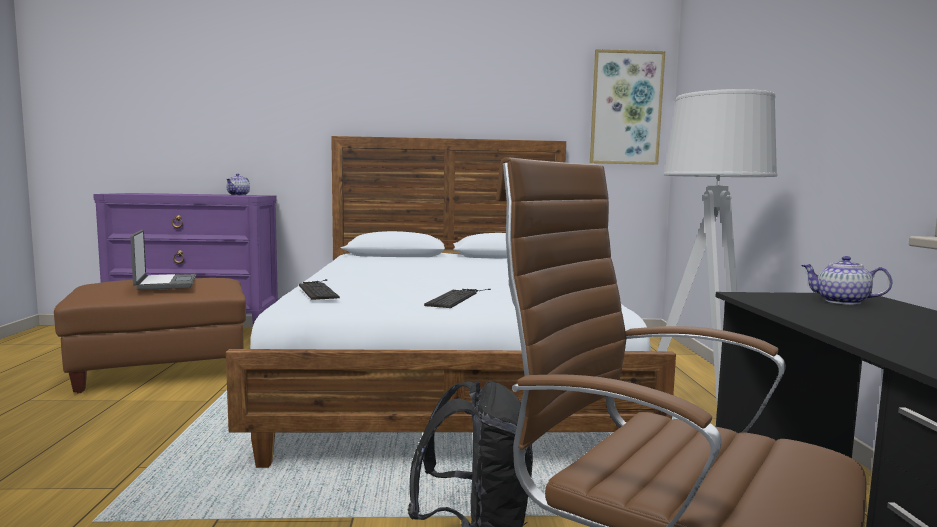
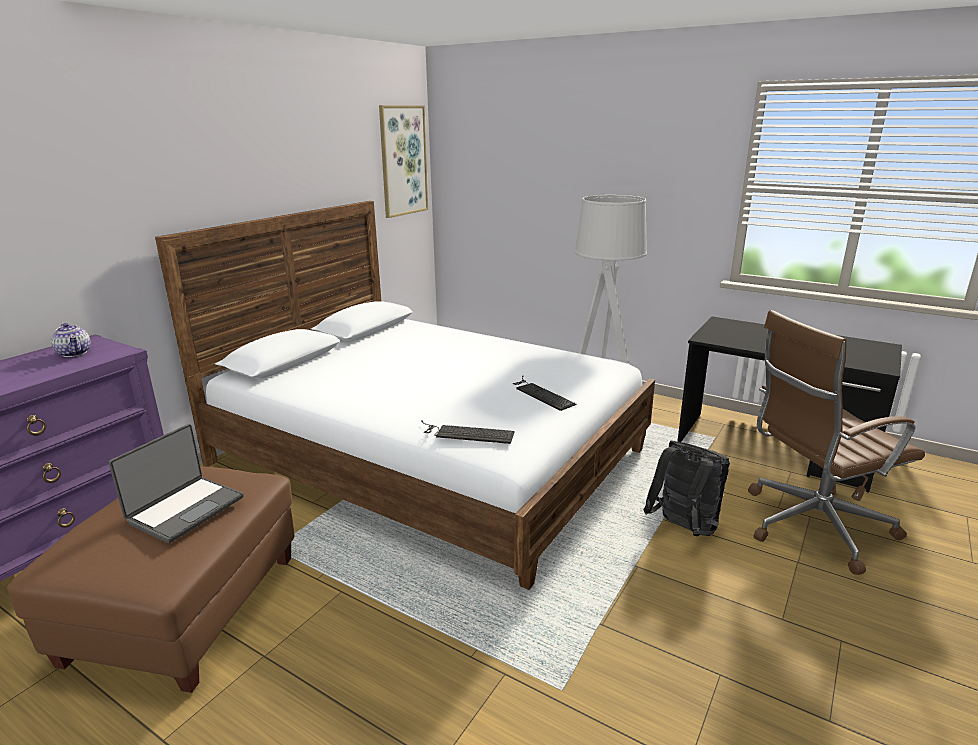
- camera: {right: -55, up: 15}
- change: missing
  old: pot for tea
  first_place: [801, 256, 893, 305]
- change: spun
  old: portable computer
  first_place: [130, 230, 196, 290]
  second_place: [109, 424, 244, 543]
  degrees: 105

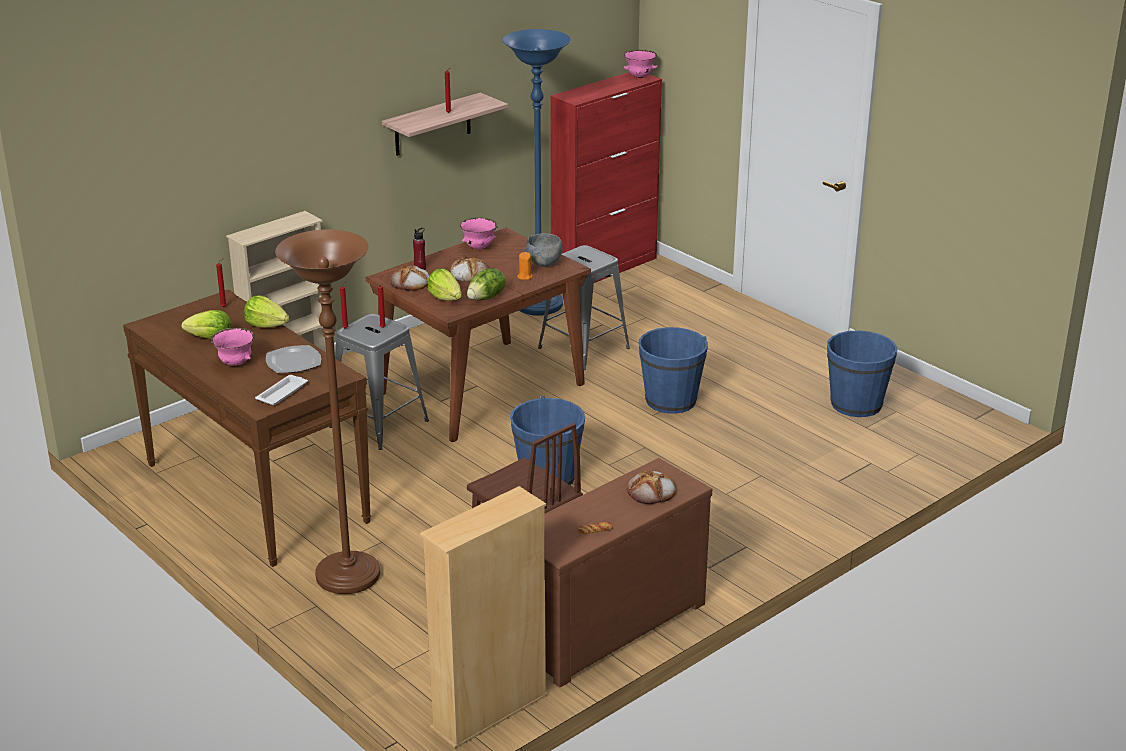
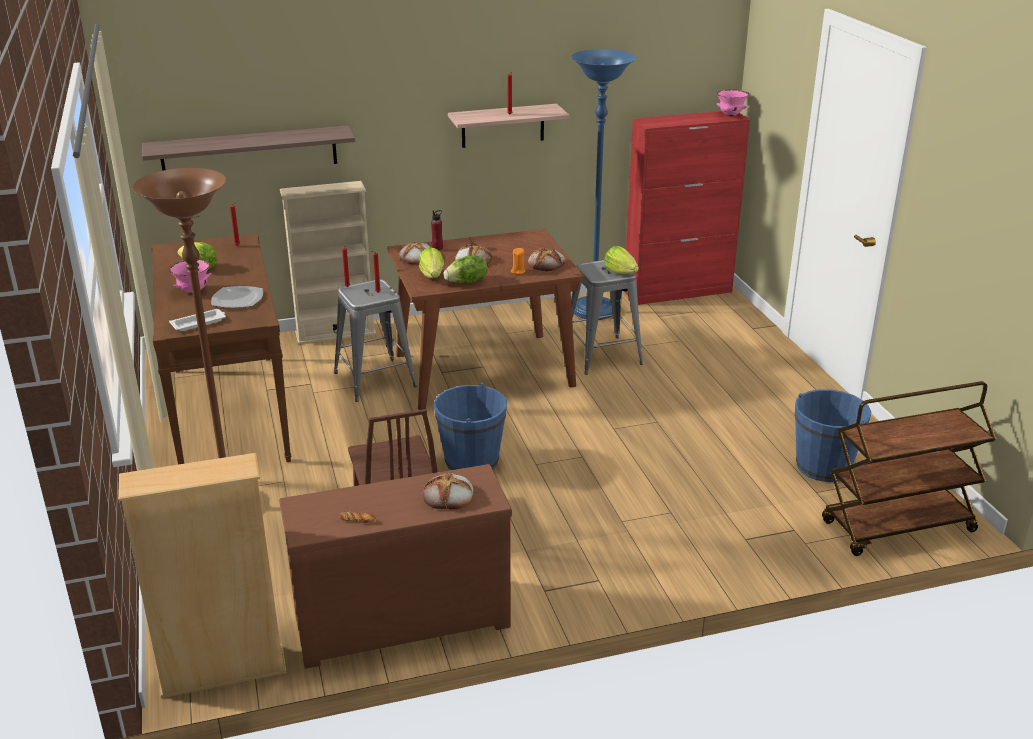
- camera: {right: 25, up: 0}
- change: missing
  old: bowl in pink-coloured
  first_place: [460, 218, 498, 250]
- change: missing
  old: pail in blue-coloured
  first_place: [639, 327, 708, 414]
- change: appeared
  new: wall shelf
  second_place: [142, 126, 355, 171]
- change: appeared
  new: cart in brownish
  second_place: [822, 381, 996, 556]
- change: relocated
  old: head of lettuce
  first_place: [244, 295, 289, 328]
  second_place: [605, 246, 639, 274]
- change: exchanged
  old: bowl in grey
  new: bread
  first_place: [526, 233, 563, 267]
  second_place: [528, 248, 565, 271]

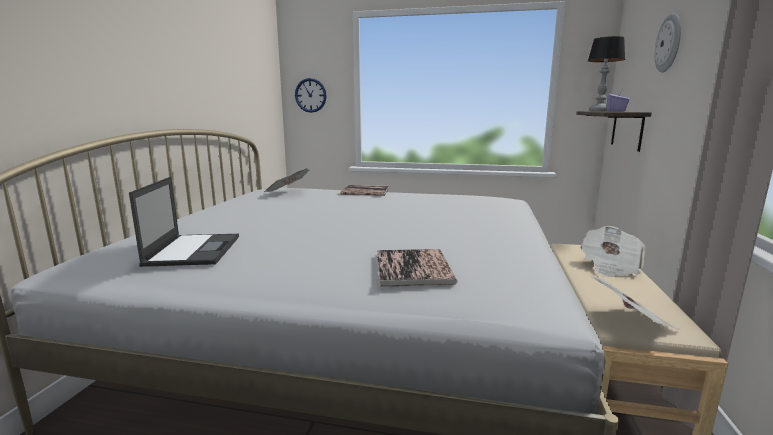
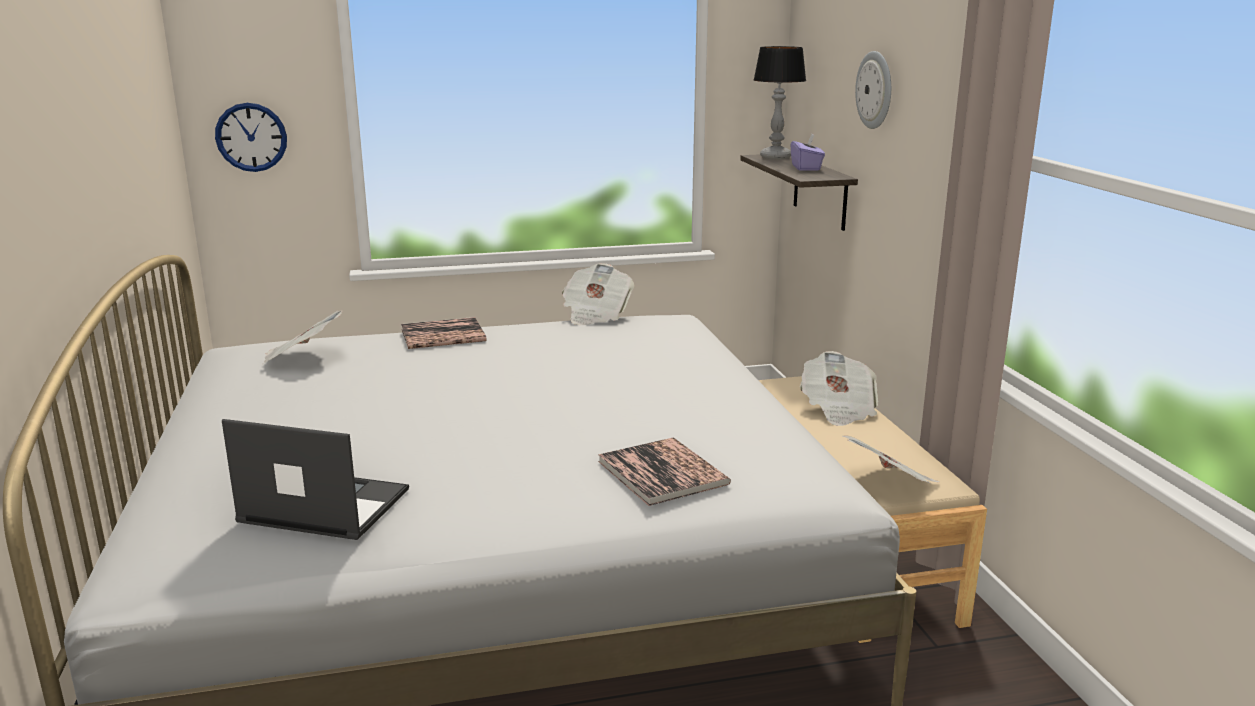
- camera: {right: -25, up: 5}
- change: appeared
  new: newspaper
  second_place: [562, 263, 634, 325]
- change: spun
  old: portable computer
  first_place: [129, 177, 239, 267]
  second_place: [222, 419, 409, 540]
  degrees: -45

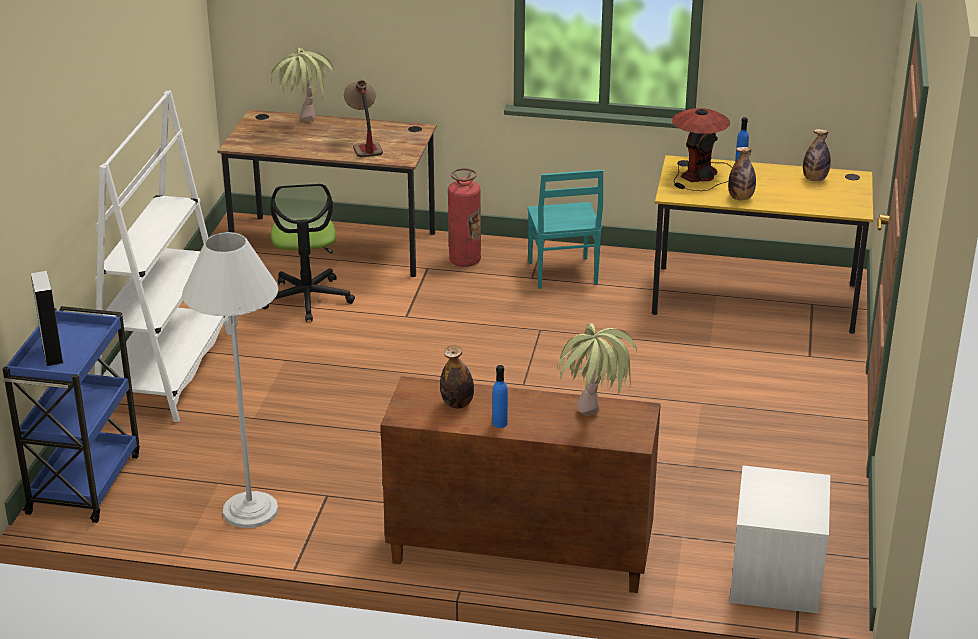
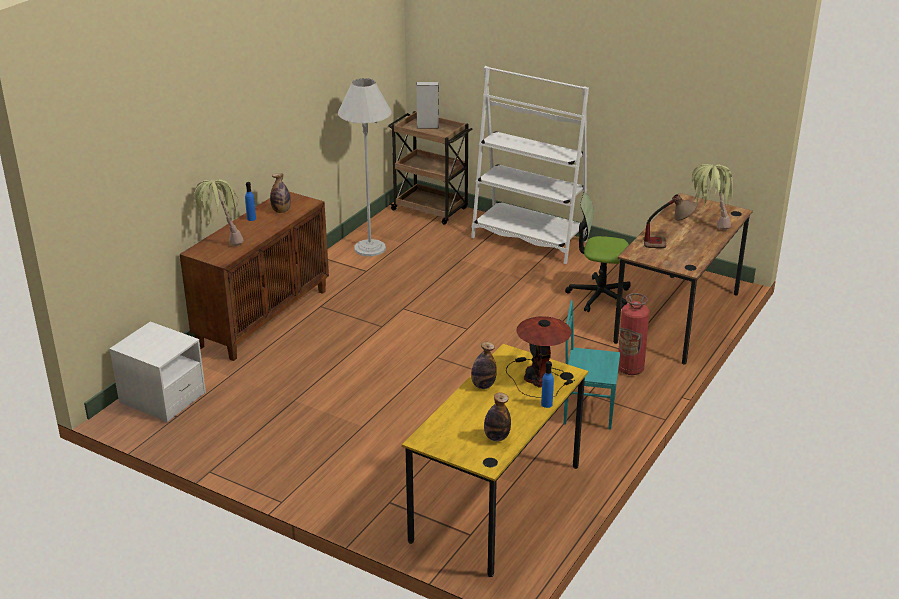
- camera: {right: 110, up: 0}
- change: colour
  old: cart in blue-coloured
  new: cart in brownish
  first_place: [2, 306, 140, 523]
  second_place: [388, 111, 472, 225]

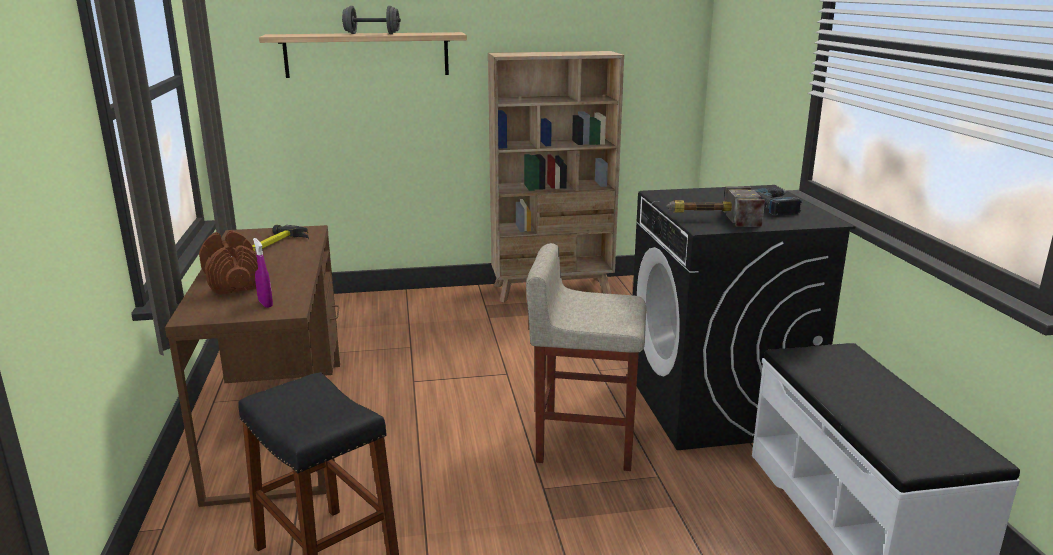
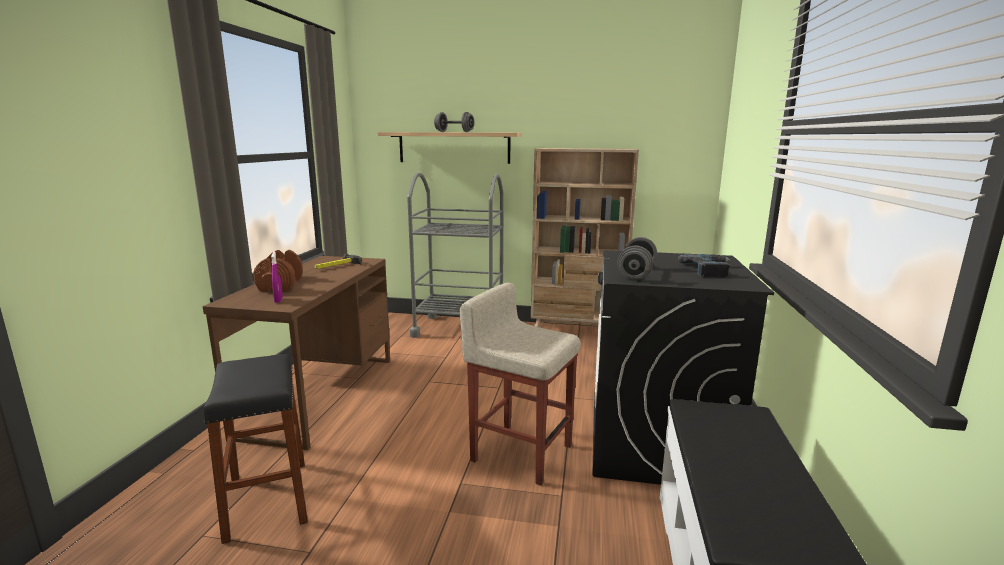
- camera: {right: 20, up: -5}
- change: appeared
  new: cart in grey
  second_place: [407, 172, 504, 338]
- change: exchanged
  old: hand hammer
  new: free weight in grey
  first_place: [667, 187, 765, 227]
  second_place: [618, 237, 657, 280]

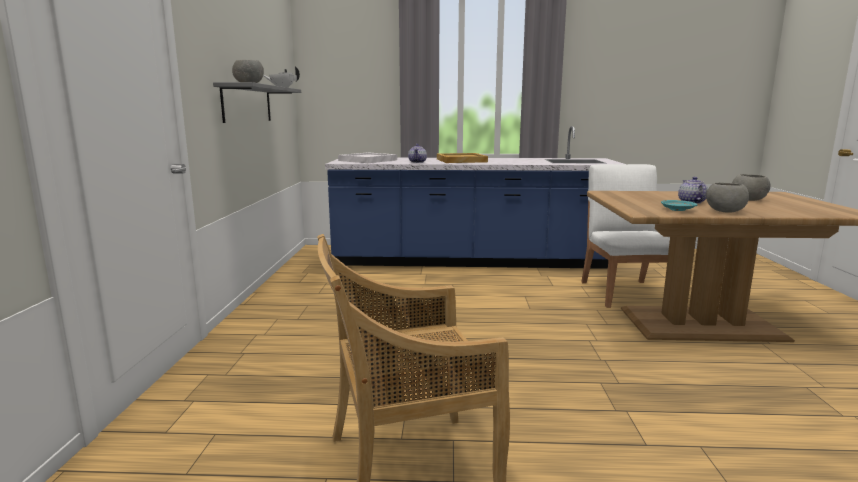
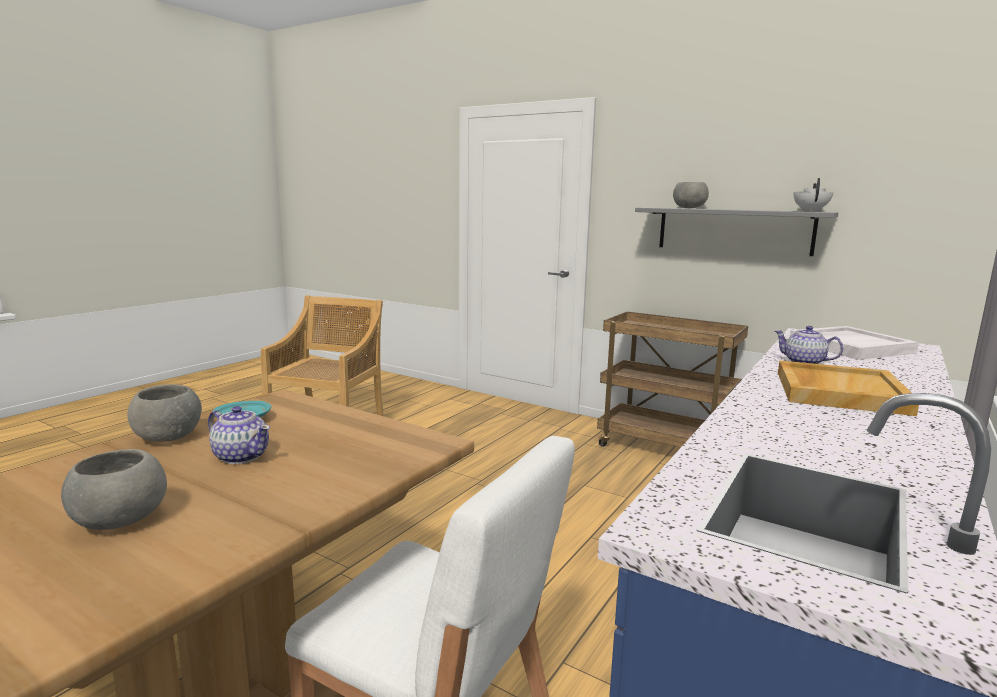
- camera: {right: 120, up: 0}
- change: appeared
  new: cart in brownish
  second_place: [597, 311, 748, 448]

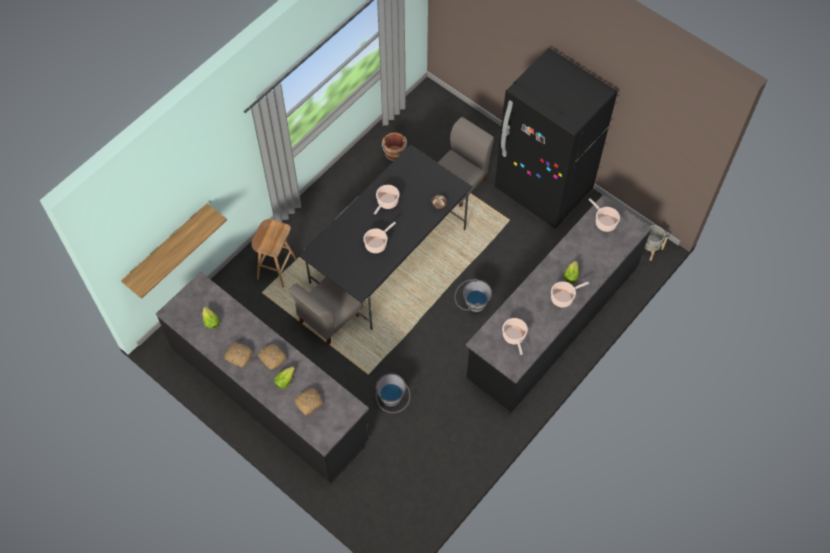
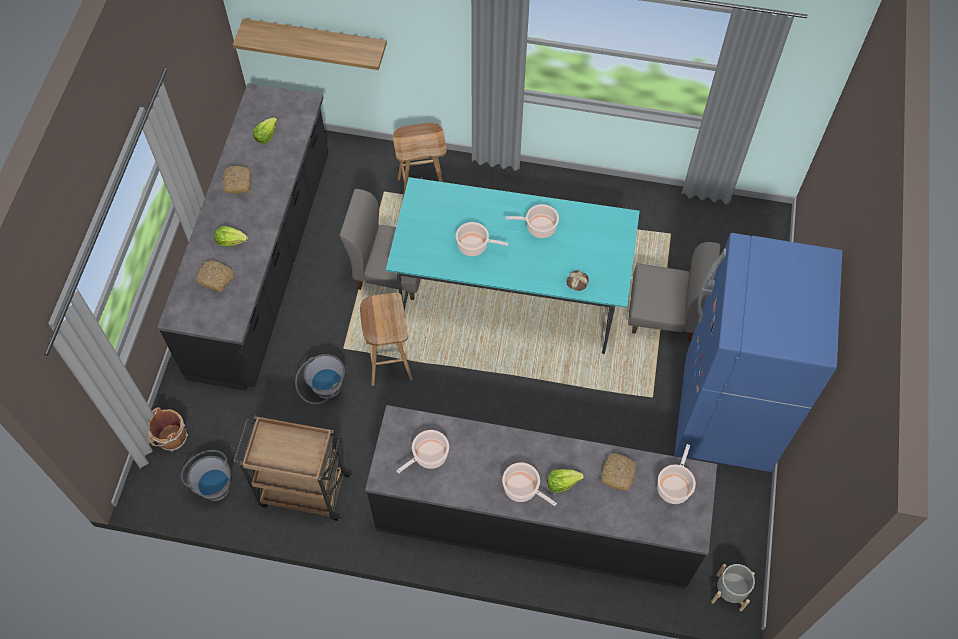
- camera: {right: 60, up: 0}
- change: appeared
  new: cart in brownish
  second_place: [233, 416, 352, 521]
- change: appeared
  new: stool in brownish
  second_place: [360, 292, 413, 386]
- change: relocated
  old: bread
  first_place: [258, 344, 286, 370]
  second_place: [601, 453, 636, 491]
- change: relocated
  old: pail in brownish
  first_place: [382, 133, 407, 161]
  second_place: [147, 407, 188, 452]
- change: relocated
  old: pail in grey
  first_place: [454, 279, 492, 312]
  second_place: [181, 450, 231, 501]
- change: colour
  old: dinner table in black-coloured
  new: dinner table in turquoise
  first_place: [299, 144, 472, 330]
  second_place: [386, 177, 640, 354]
- change: colour
  old: refrigerator in black-coloured
  new: refrigerator in blue-coloured
  first_place: [495, 48, 617, 229]
  second_place: [674, 233, 842, 472]

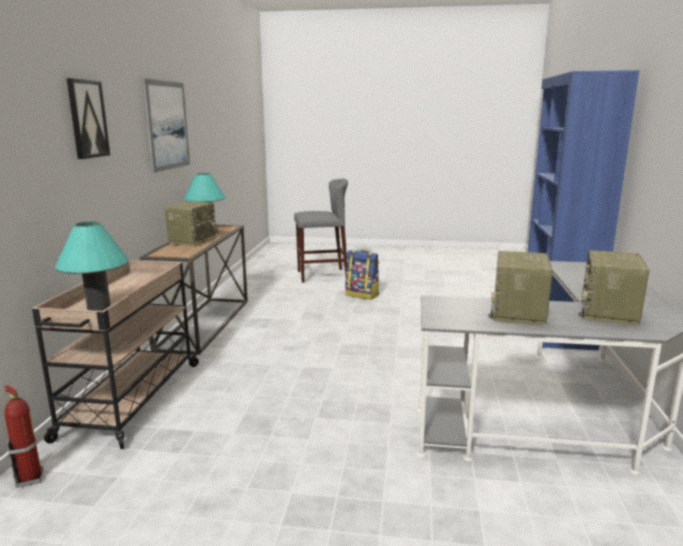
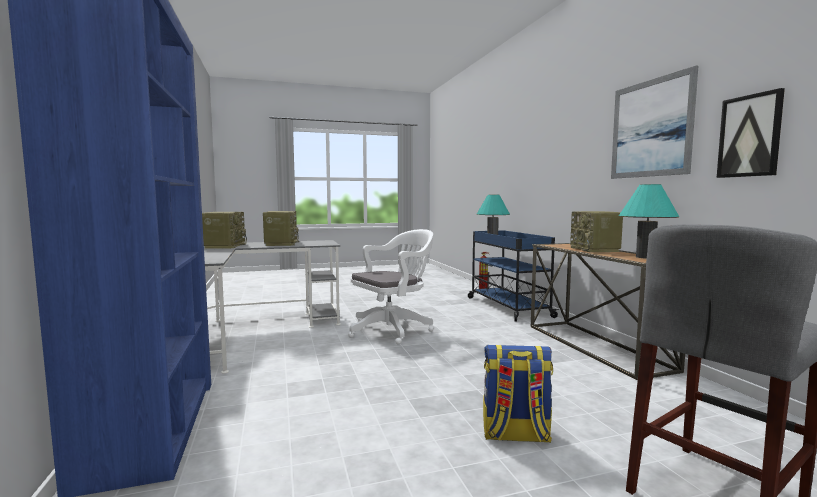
- camera: {right: 155, up: -10}
- change: appeared
  new: office chair in whitish
  second_place: [348, 229, 434, 345]
- change: relocated
  old: wall picture
  first_place: [67, 78, 110, 159]
  second_place: [717, 88, 785, 178]
- change: colour
  old: cart in beige
  new: cart in blue-coloured
  first_place: [32, 260, 200, 449]
  second_place: [468, 230, 559, 322]

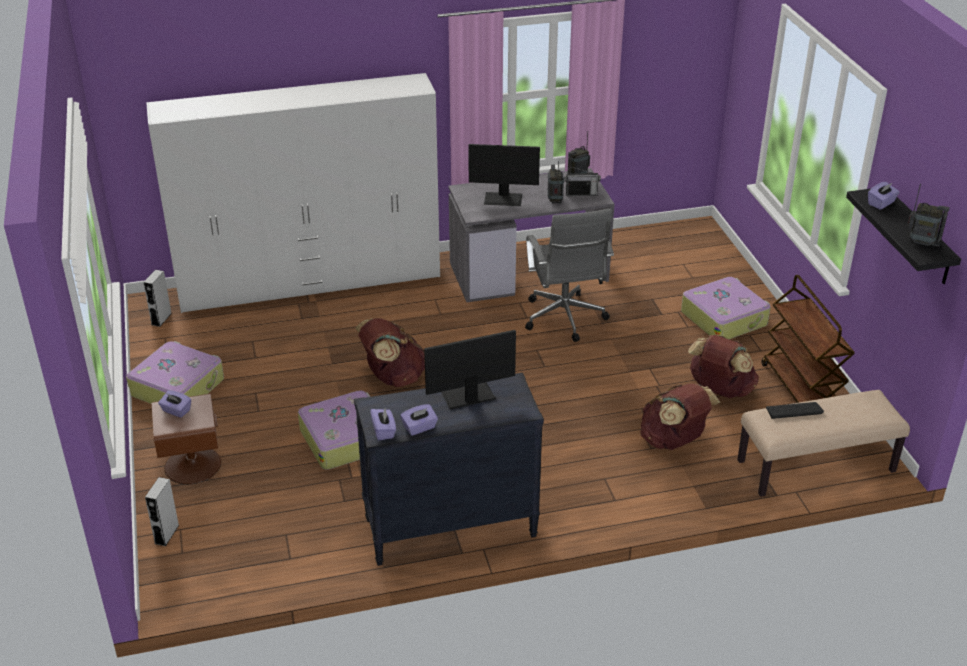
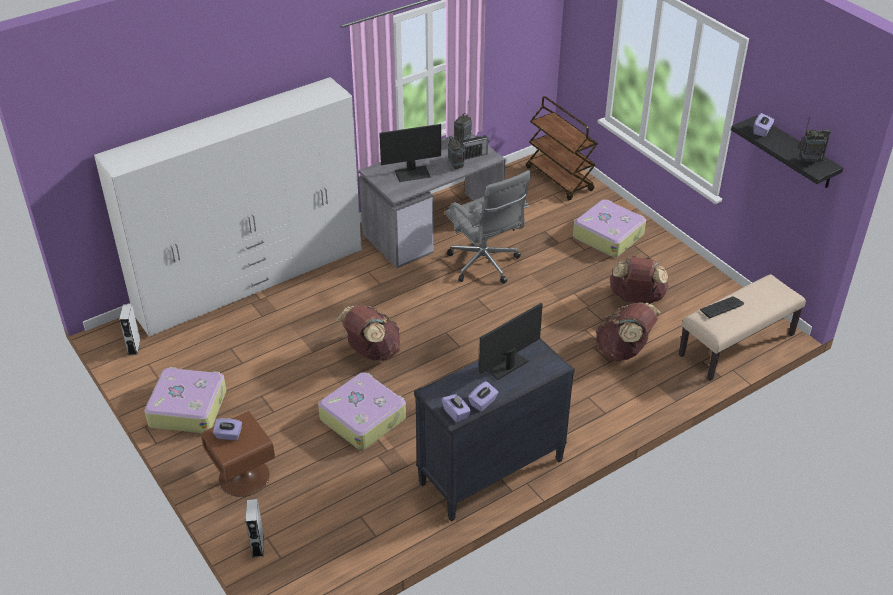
- camera: {right: -20, up: 5}
- change: relocated
  old: cart in brownish
  first_place: [761, 275, 855, 403]
  second_place: [526, 96, 598, 200]

